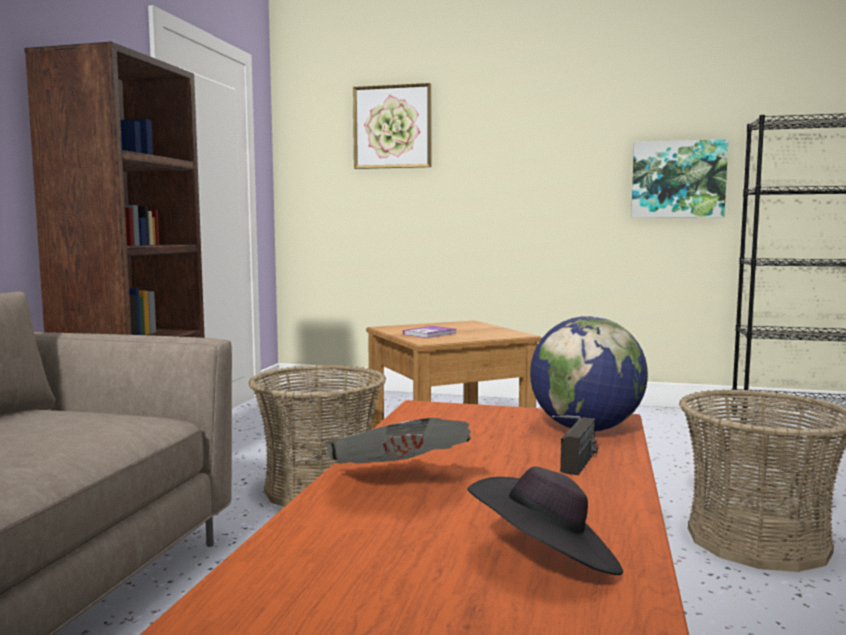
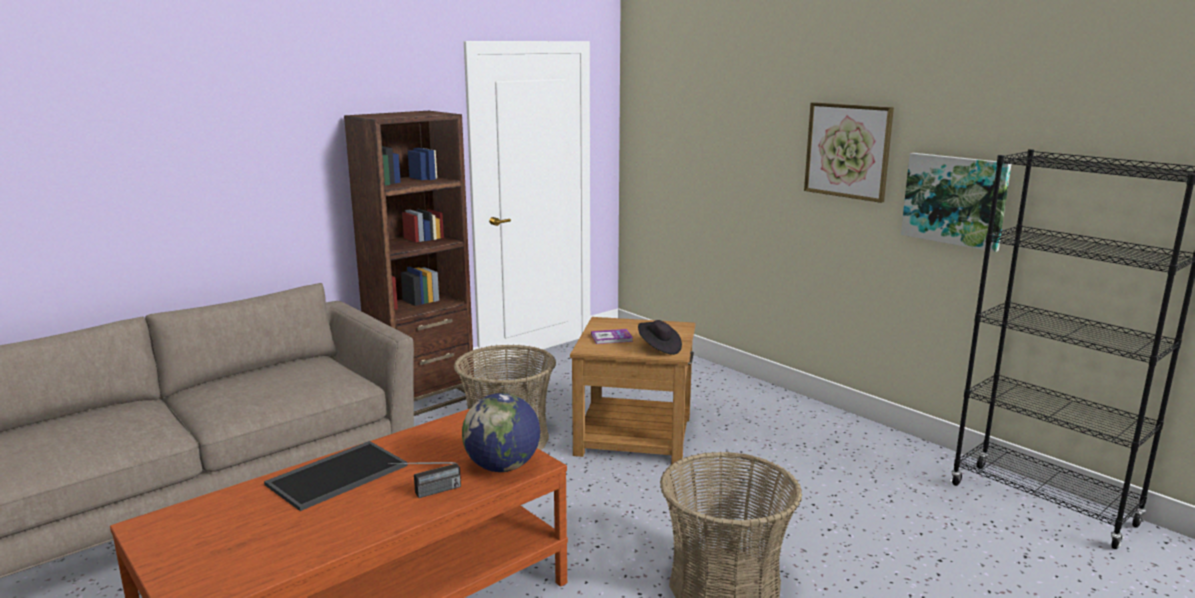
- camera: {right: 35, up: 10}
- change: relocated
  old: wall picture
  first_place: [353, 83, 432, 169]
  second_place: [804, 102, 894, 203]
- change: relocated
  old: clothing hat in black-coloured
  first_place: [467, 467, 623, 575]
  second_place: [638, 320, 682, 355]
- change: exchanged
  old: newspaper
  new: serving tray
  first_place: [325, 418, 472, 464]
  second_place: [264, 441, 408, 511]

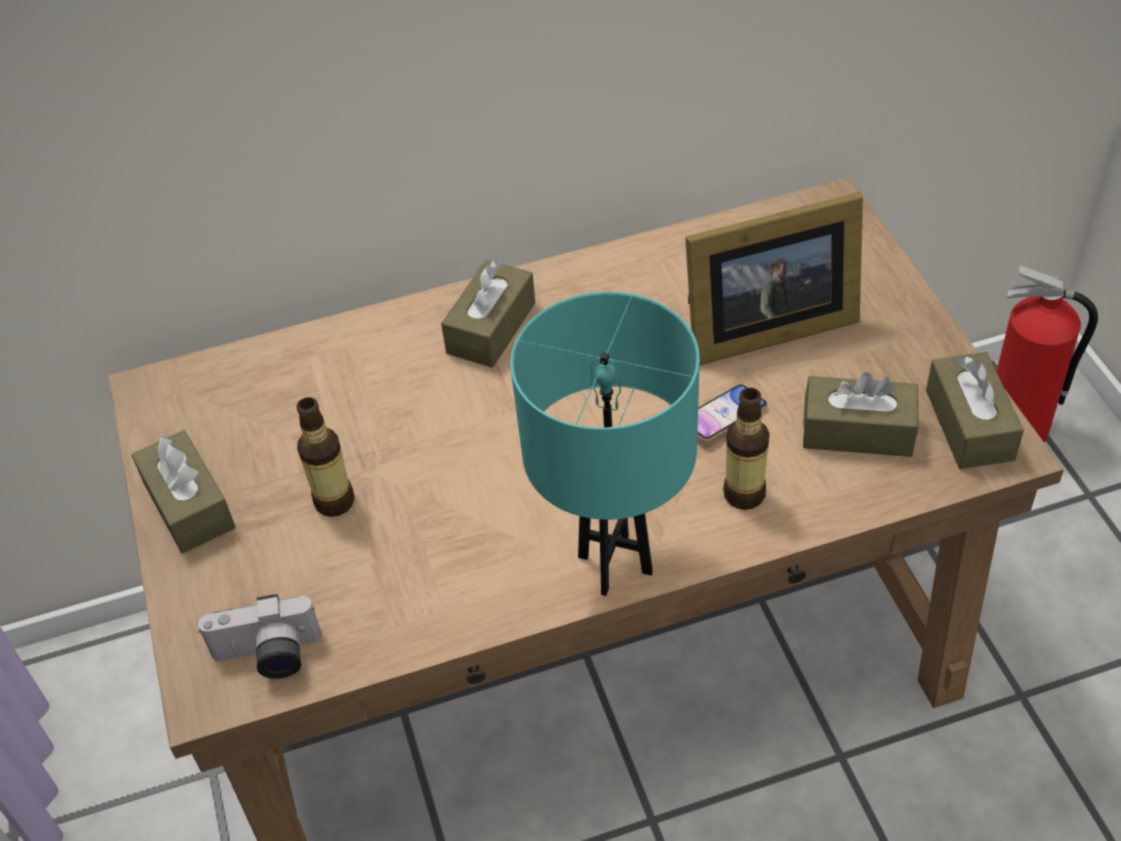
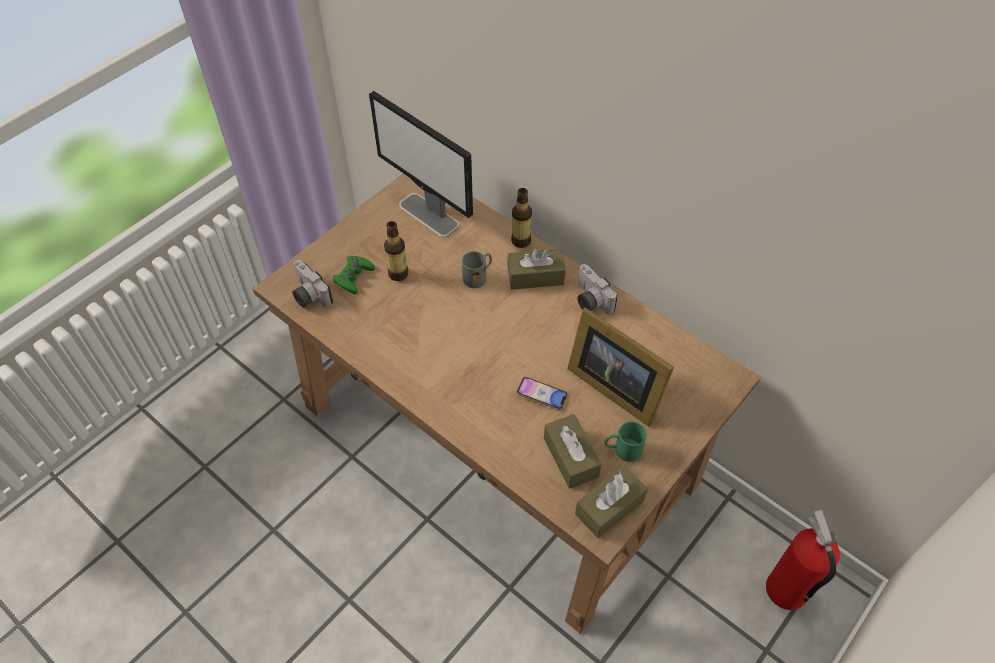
- camera: {right: 55, up: 5}
- change: missing
  old: tissue holder in brownish
  first_place: [131, 430, 235, 554]
- change: missing
  old: lamp for a table in turquoise
  first_place: [510, 292, 700, 596]
- change: appeared
  new: gamepad in green
  second_place: [333, 256, 375, 294]
- change: appeared
  new: computer display
  second_place: [369, 91, 473, 237]
- change: appeared
  new: tea mug in grey
  second_place: [462, 251, 492, 288]
- change: appeared
  new: still camera
  second_place: [577, 264, 618, 315]
- change: appeared
  new: tea mug in green
  second_place: [605, 422, 647, 462]
- change: relocated
  old: bottle
  first_place: [723, 388, 770, 510]
  second_place: [511, 188, 532, 248]

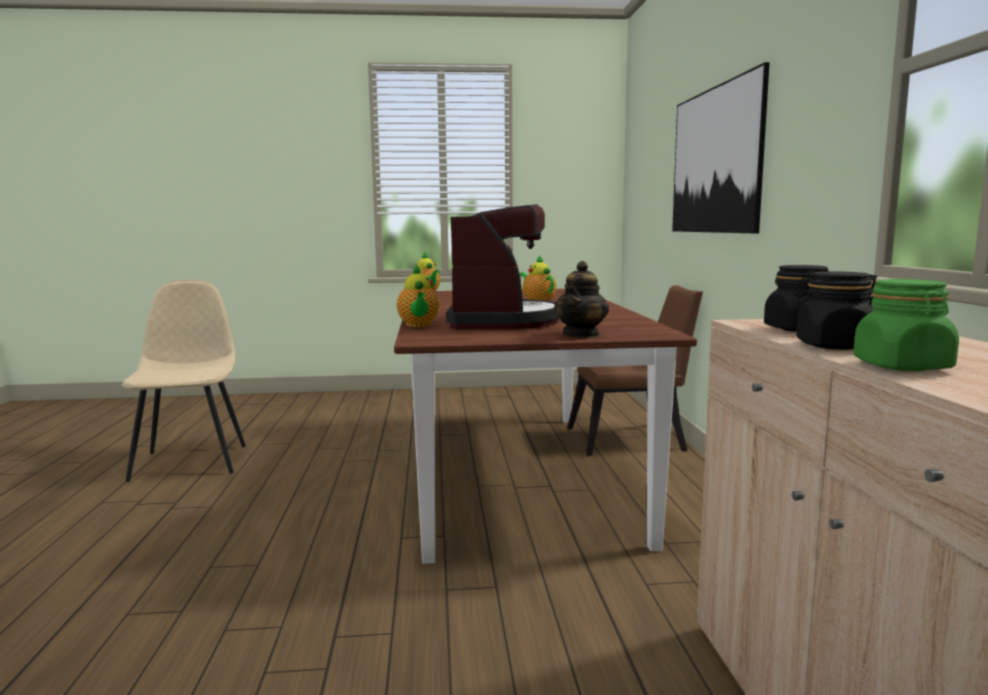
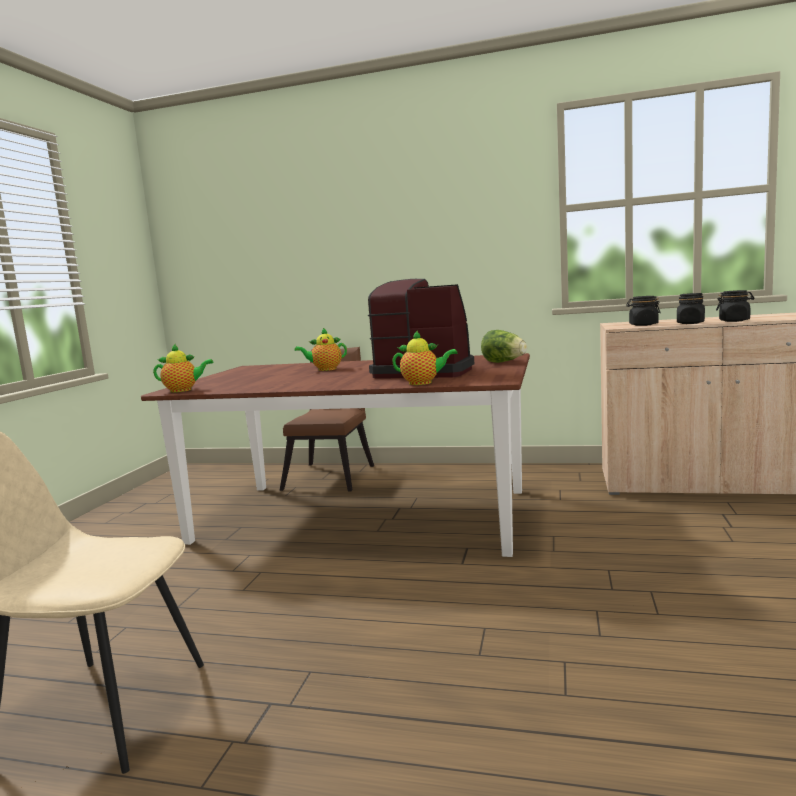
- camera: {right: -70, up: 0}
- change: missing
  old: wall picture
  first_place: [672, 62, 770, 233]
- change: exchanged
  old: pot for tea
  new: head of lettuce
  first_place: [555, 261, 609, 338]
  second_place: [481, 330, 527, 363]
- change: colour
  old: preserve jar in green
  new: preserve jar in black-coloured
  first_place: [853, 279, 959, 371]
  second_place: [716, 290, 755, 322]

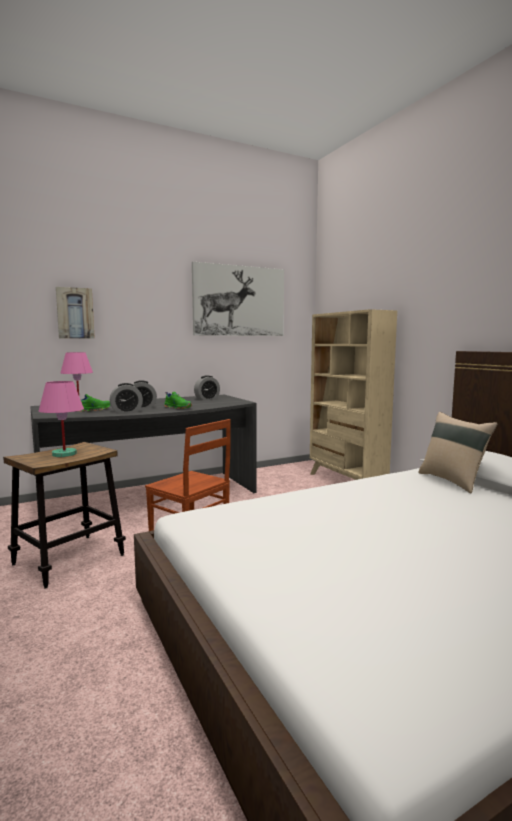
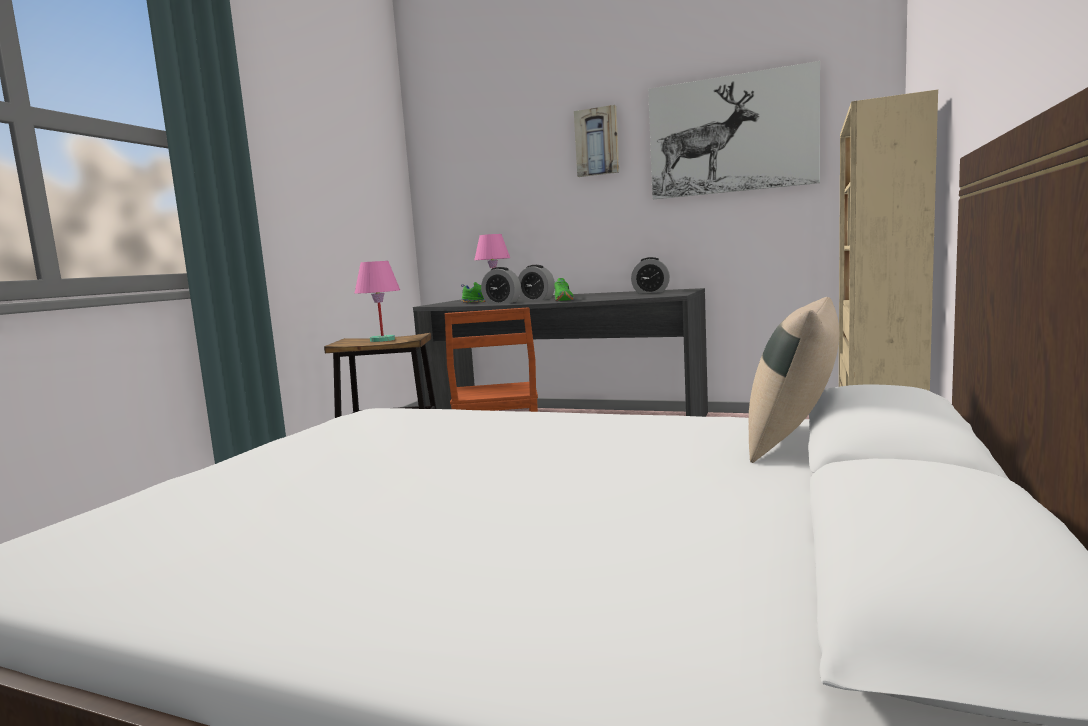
- camera: {right: 50, up: 0}
- change: relocated
  old: wall picture
  first_place: [56, 287, 95, 339]
  second_place: [574, 105, 619, 177]

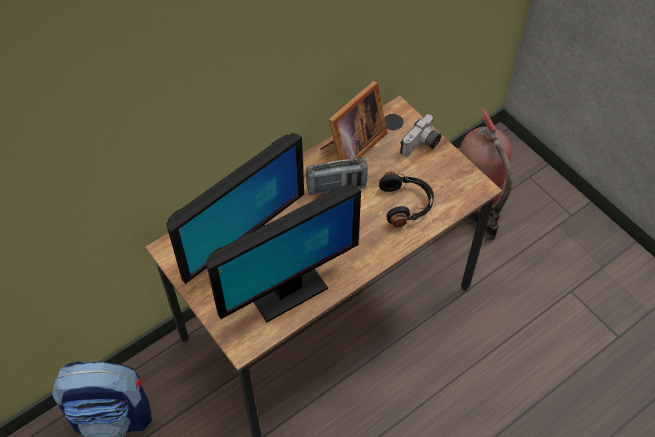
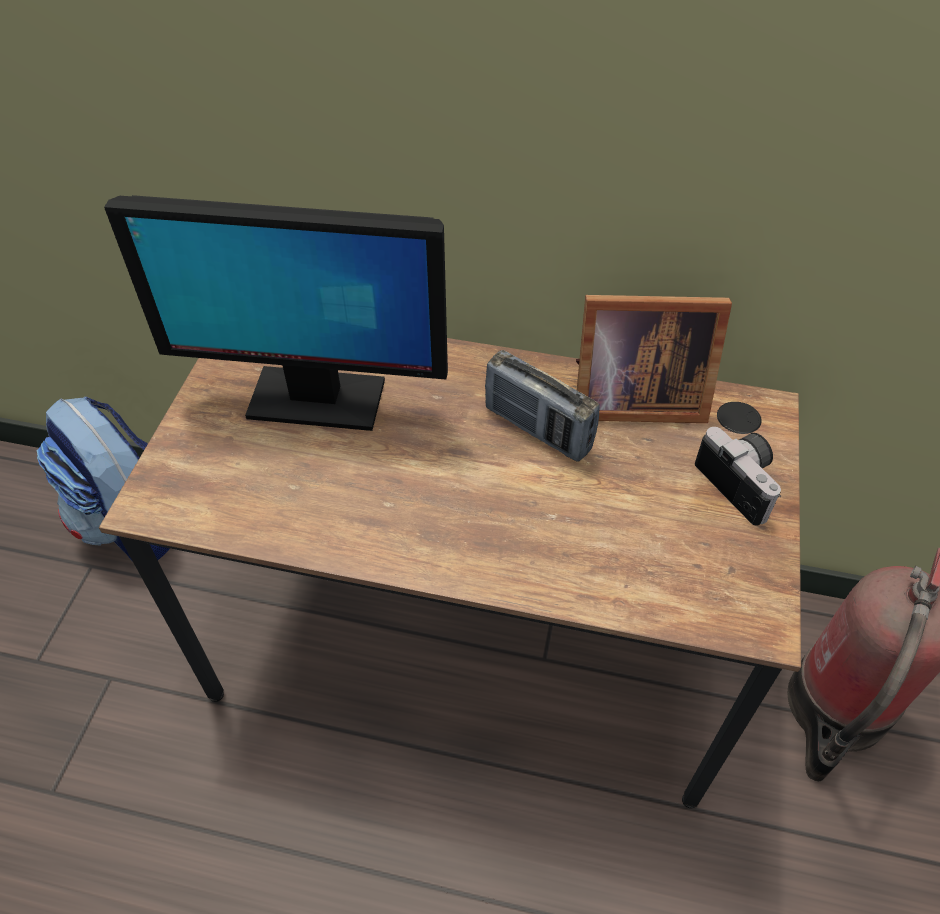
- camera: {right: 50, up: -5}
- change: missing
  old: computer display
  first_place: [206, 184, 361, 322]
- change: missing
  old: pair of headphones in black-coloured
  first_place: [379, 172, 434, 227]
- change: spun
  old: still camera
  first_place: [400, 114, 441, 157]
  second_place: [695, 427, 781, 526]
  degrees: -120

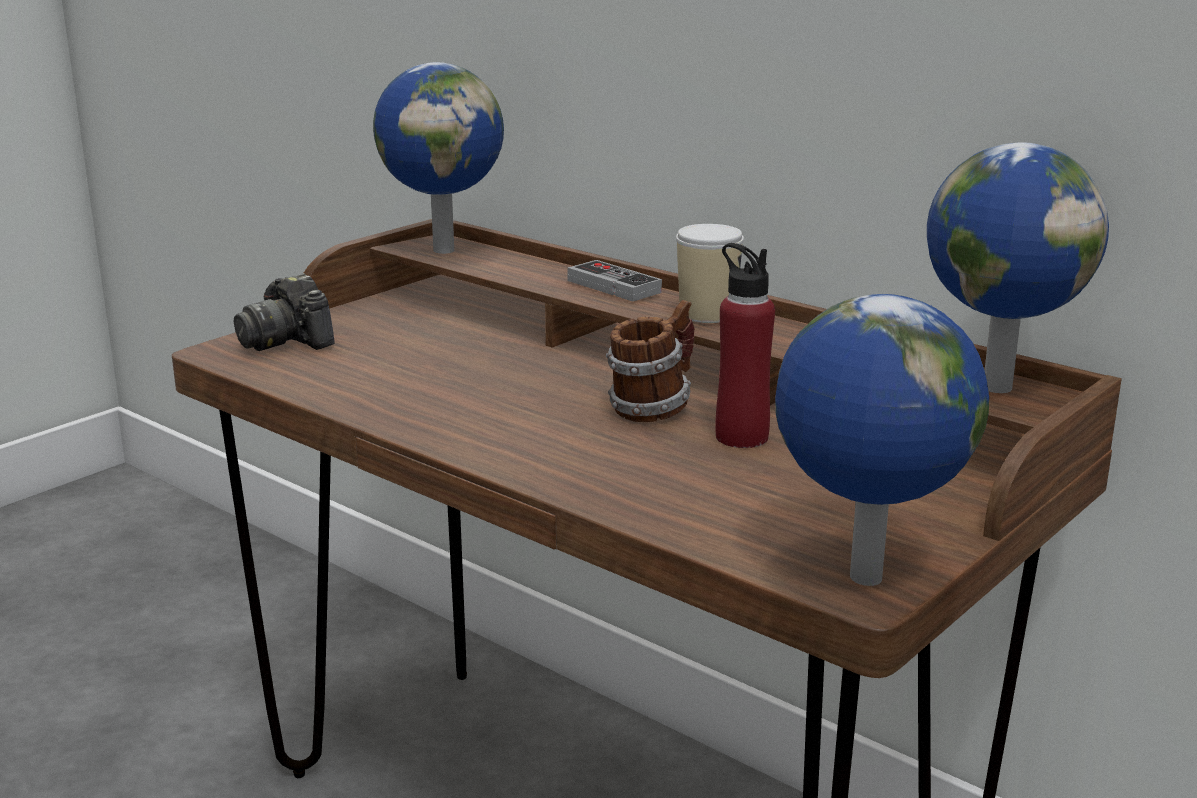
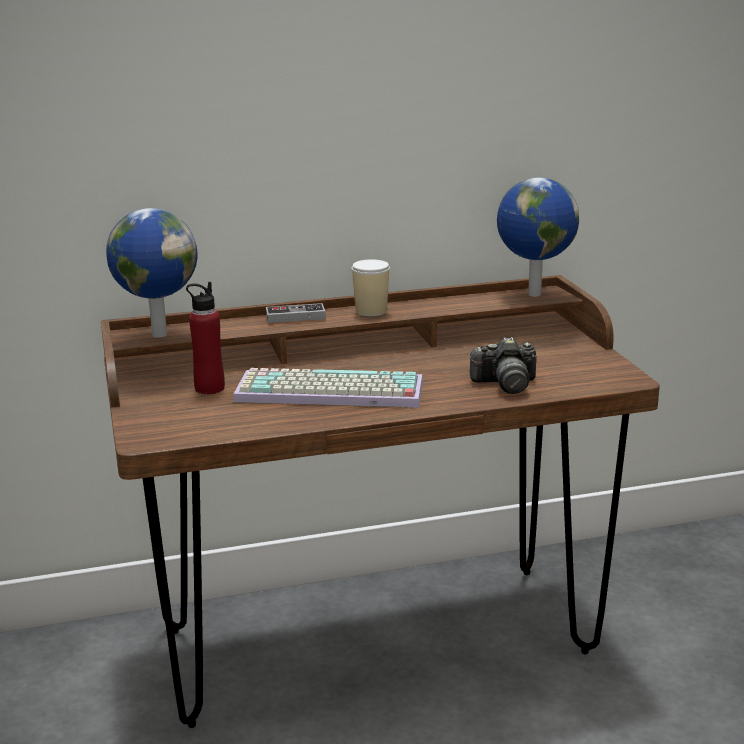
- camera: {right: -55, up: 0}
- change: missing
  old: tea mug
  first_place: [606, 300, 695, 422]
- change: missing
  old: world globe
  first_place: [775, 294, 989, 586]
- change: appeared
  new: keyboard
  second_place: [233, 368, 423, 408]
- change: relocated
  old: still camera
  first_place: [234, 274, 335, 351]
  second_place: [468, 337, 537, 394]
- change: relocated
  old: bottle in red-coloured
  first_place: [715, 243, 775, 448]
  second_place: [186, 282, 225, 394]

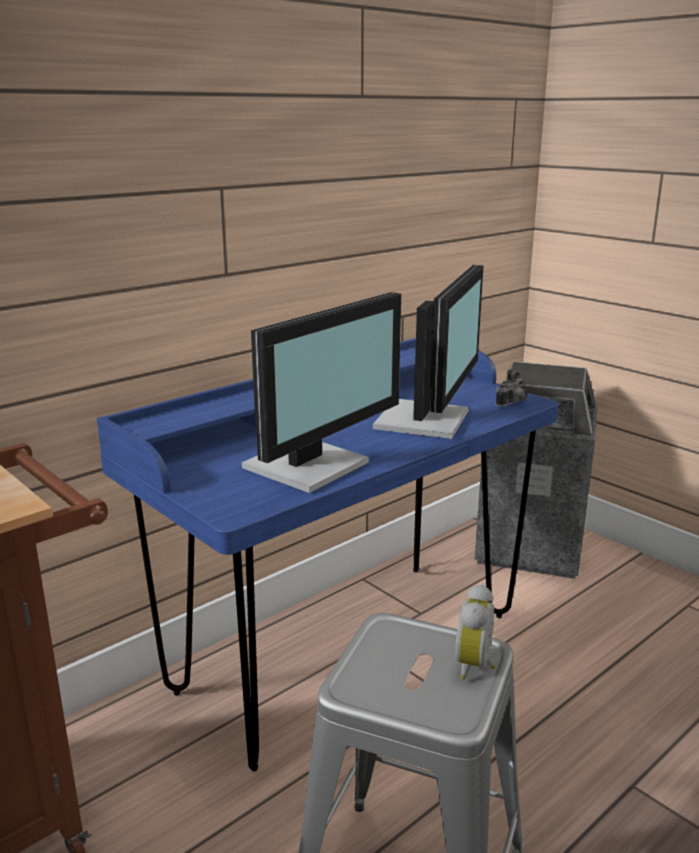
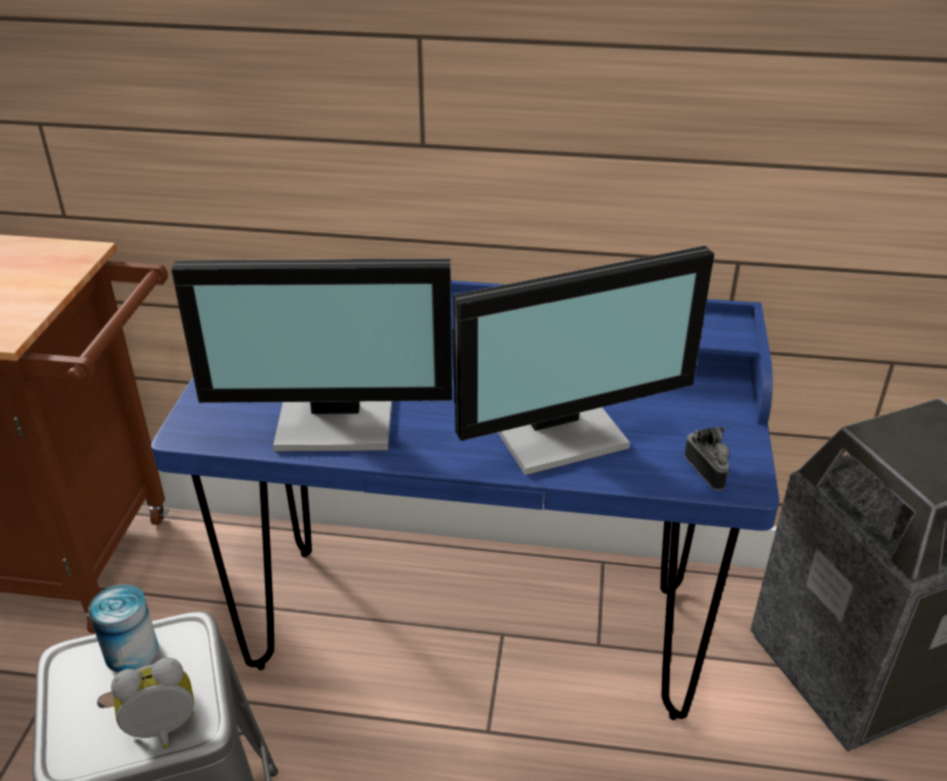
- camera: {right: 50, up: 15}
- change: appeared
  new: can
  second_place: [88, 584, 158, 672]
- change: spun
  old: still camera
  first_place: [496, 369, 528, 407]
  second_place: [684, 427, 729, 491]
  degrees: -120

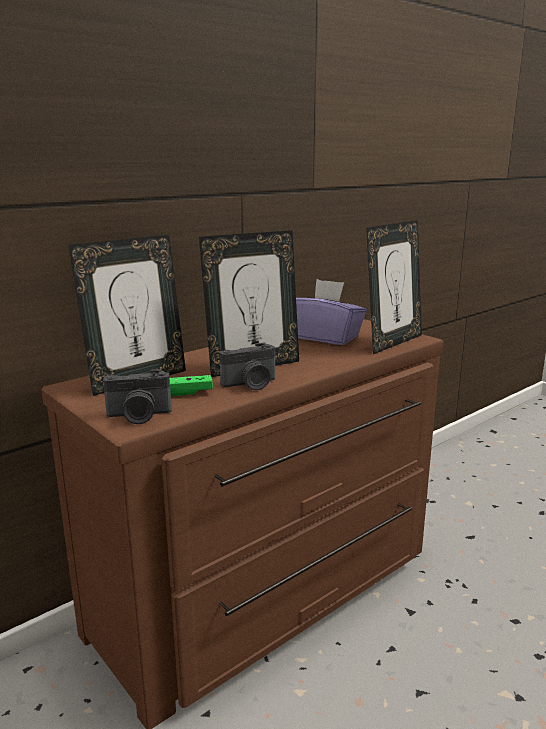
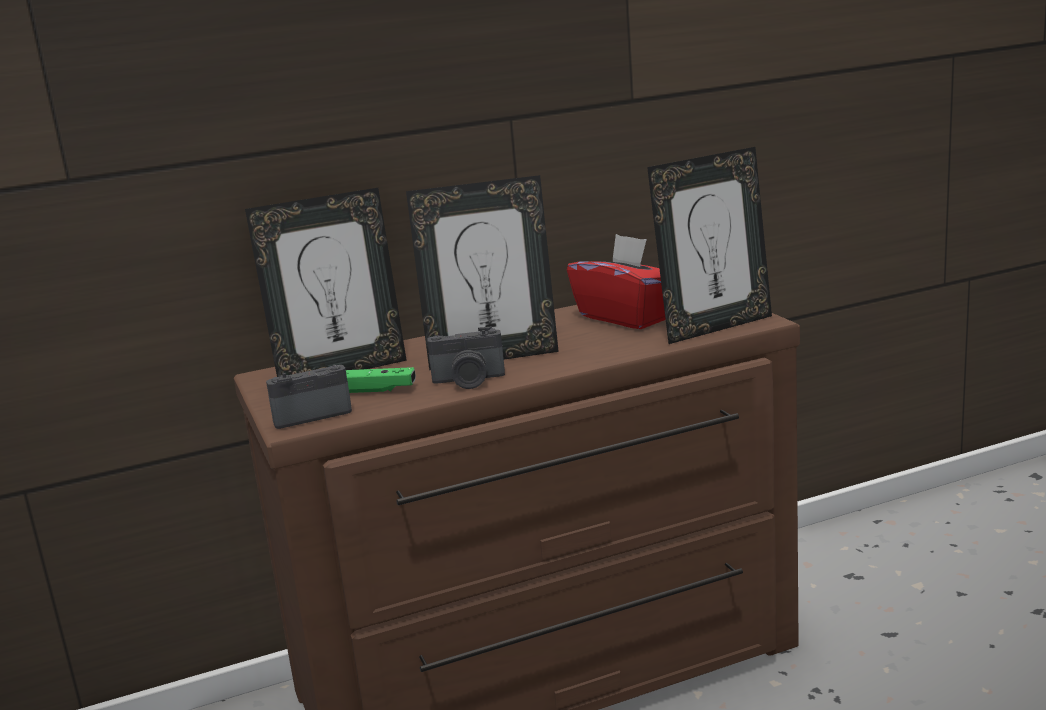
- camera: {right: 20, up: 0}
- change: colour
  old: tissue holder in purplish
  new: tissue holder in red-coloured
  first_place: [296, 279, 367, 345]
  second_place: [567, 234, 666, 329]
- change: spun
  old: still camera
  first_place: [103, 369, 171, 424]
  second_place: [266, 365, 352, 429]
  degrees: 150

